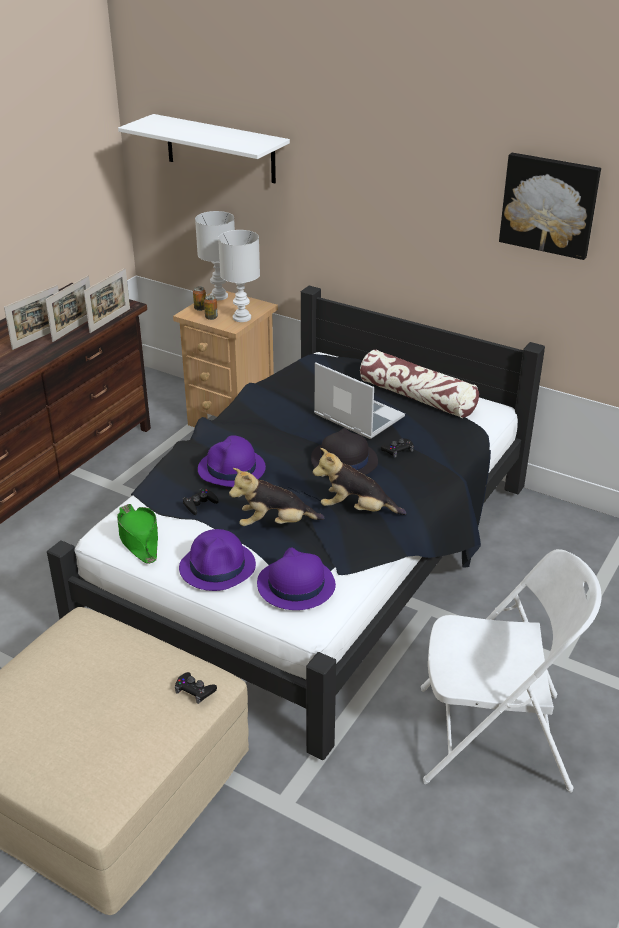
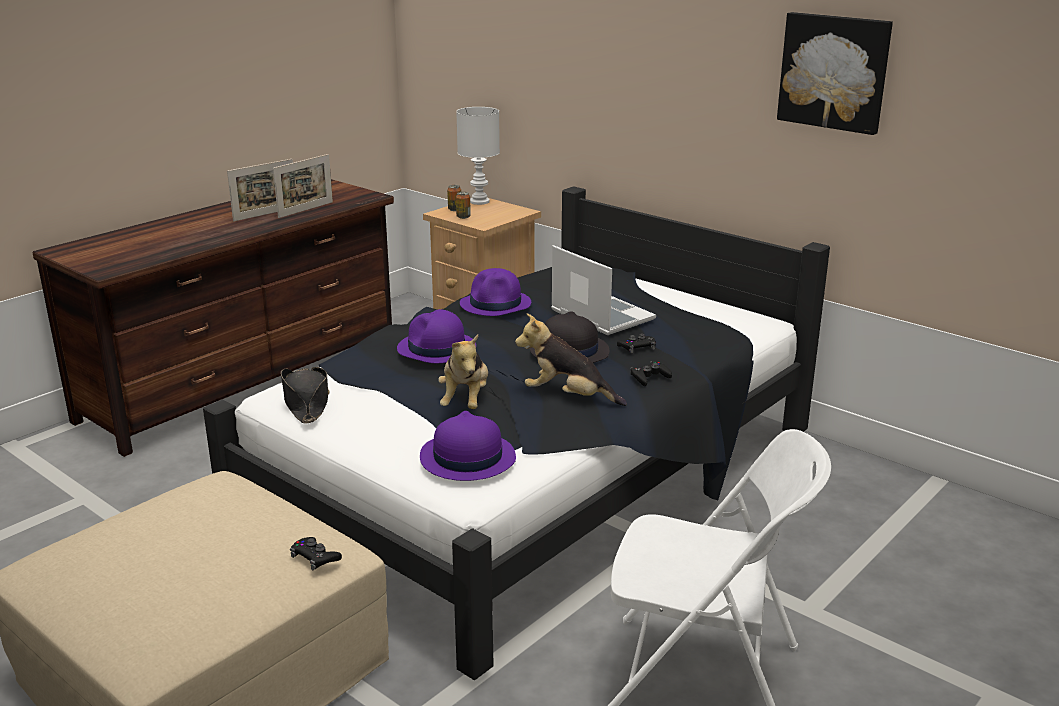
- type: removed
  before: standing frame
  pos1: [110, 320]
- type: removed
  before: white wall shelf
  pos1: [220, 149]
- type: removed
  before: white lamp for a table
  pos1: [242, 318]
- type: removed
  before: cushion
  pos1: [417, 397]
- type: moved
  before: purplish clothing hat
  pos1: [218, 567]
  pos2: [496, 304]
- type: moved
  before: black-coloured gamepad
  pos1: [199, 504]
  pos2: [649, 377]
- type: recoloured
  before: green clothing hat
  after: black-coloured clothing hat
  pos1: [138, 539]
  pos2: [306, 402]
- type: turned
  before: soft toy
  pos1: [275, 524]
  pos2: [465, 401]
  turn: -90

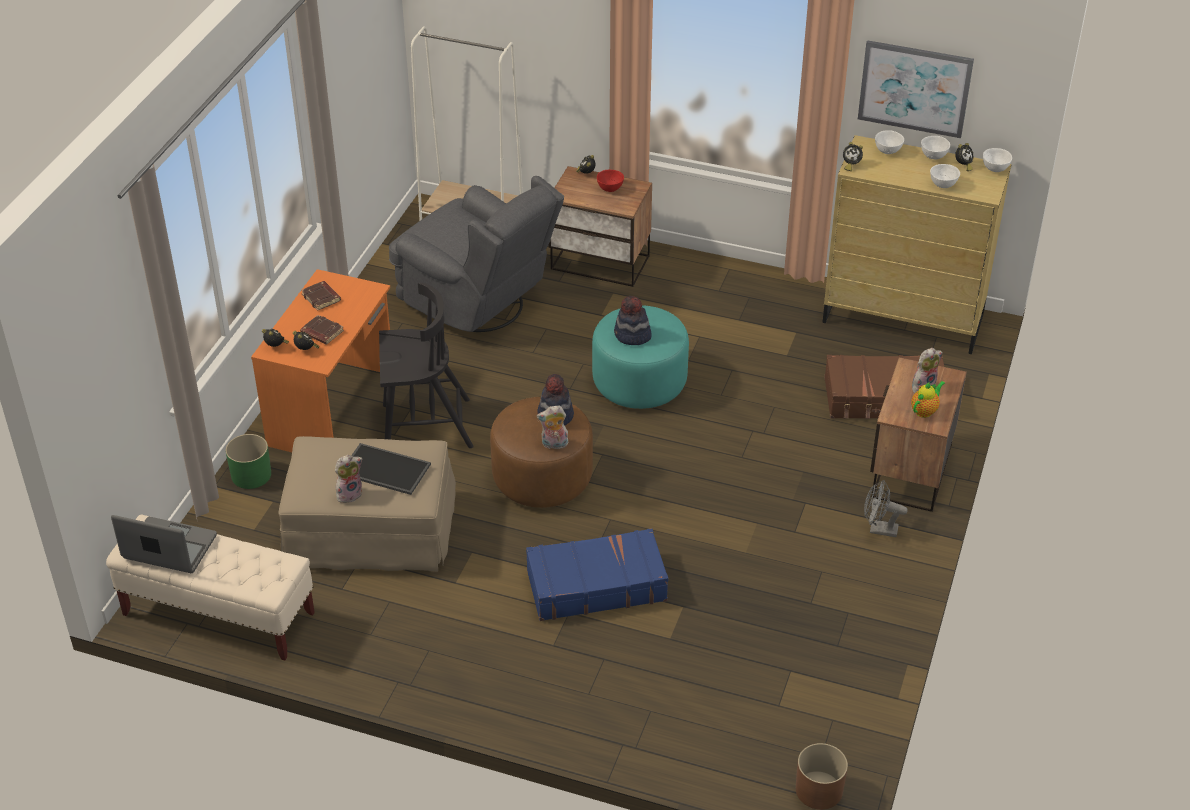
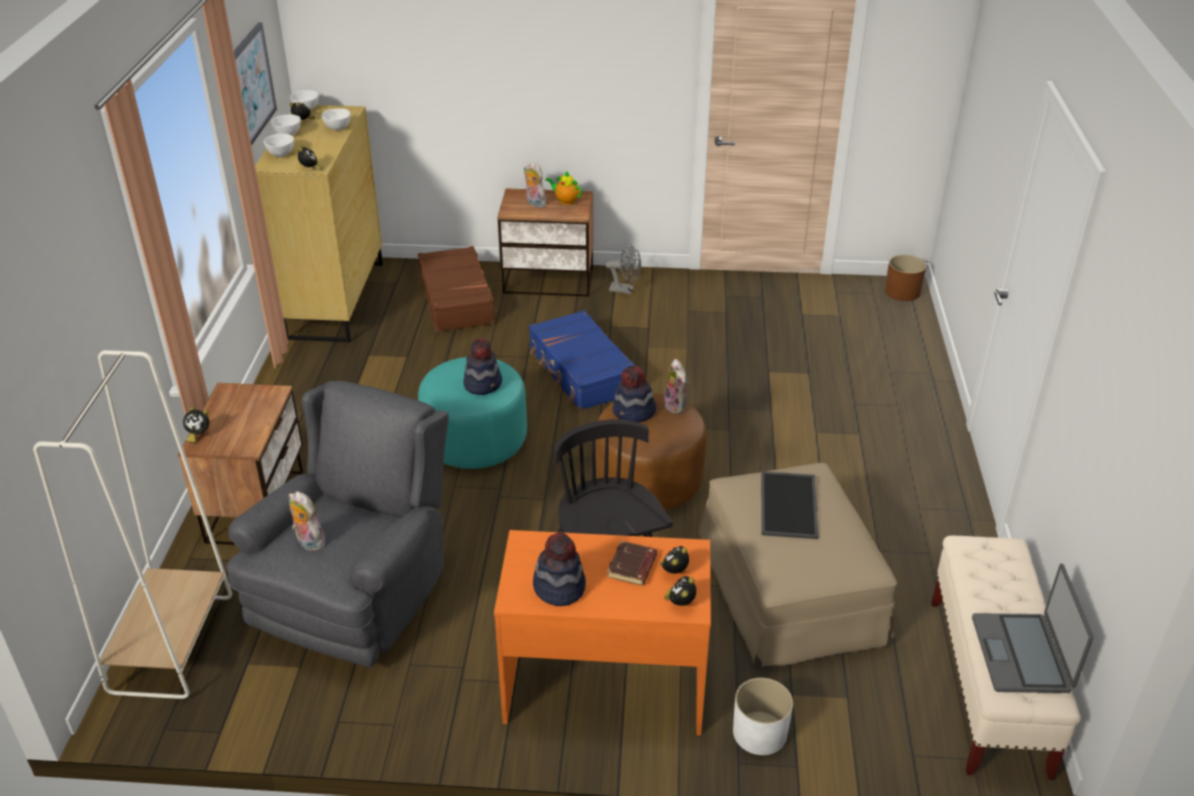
- type: removed
  before: red-coloured serving bowl
  pos1: [609, 189]
- type: moved
  before: soft toy
  pos1: [349, 493]
  pos2: [308, 542]
- type: moved
  before: blue travel case
  pos1: [596, 585]
  pos2: [581, 372]
- type: replaced
  before: brown-coloured volume
  after: clothing hat
  pos1: [322, 298]
  pos2: [559, 587]
- type: recoloured
  before: green flower pot
  after: white flower pot
  pos1: [251, 475]
  pos2: [759, 733]
- type: turned
  before: grey electric fan
  pos1: [878, 529]
  pos2: [625, 290]
  turn: -75

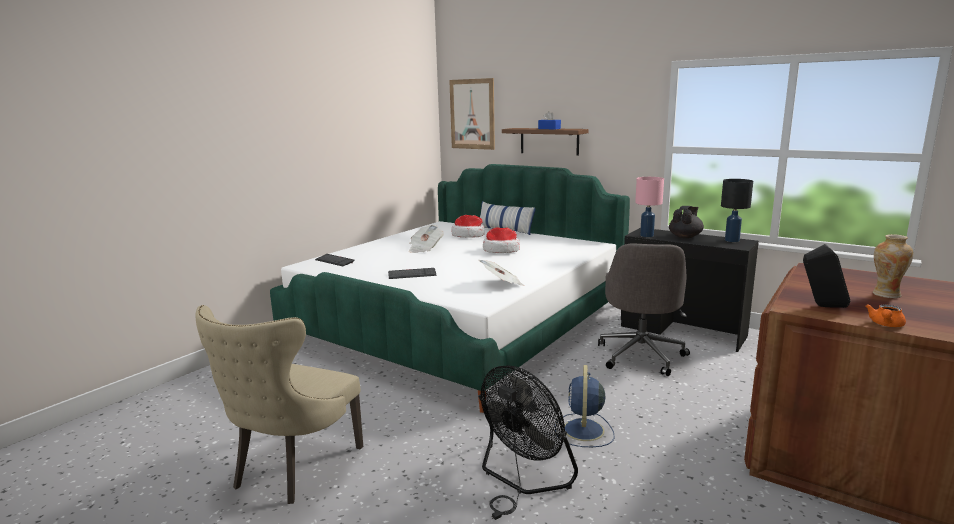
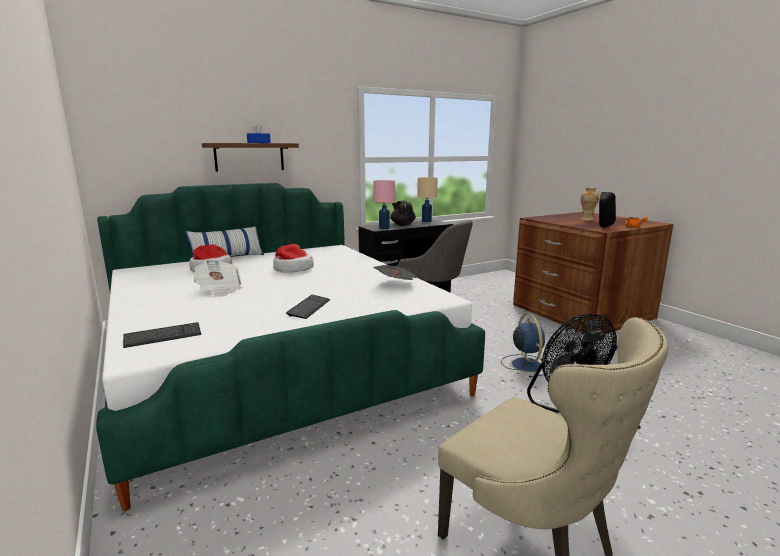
- type: removed
  before: wall picture
  pos1: [472, 114]
- type: recoloured
  before: black-coloured lamp for a table
  after: beige-coloured lamp for a table
  pos1: [731, 240]
  pos2: [426, 221]
- type: turned
  before: blue electric fan
  pos1: [583, 431]
  pos2: [526, 365]
  turn: -135

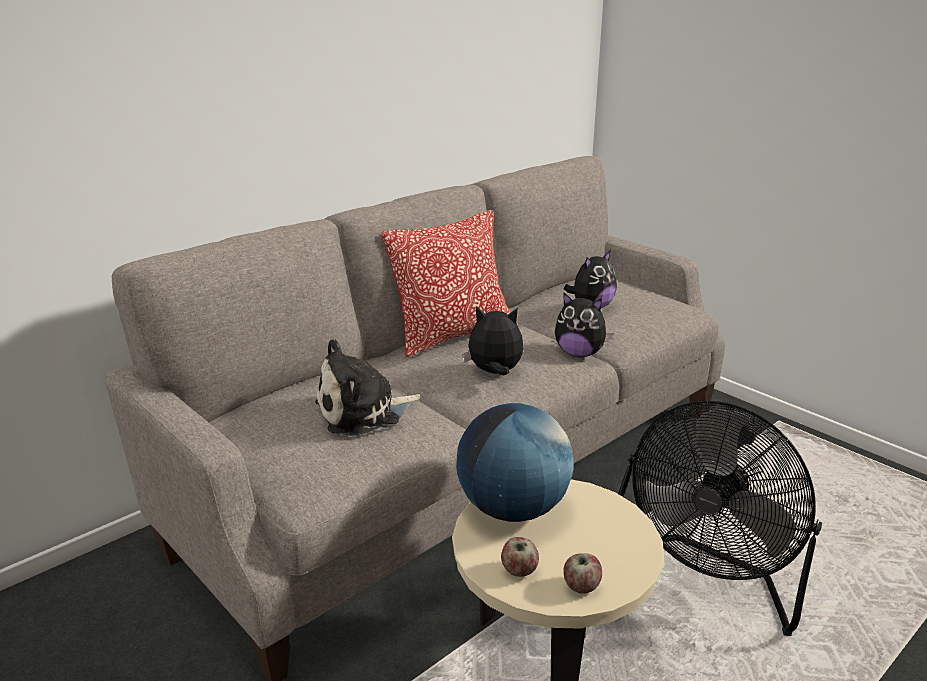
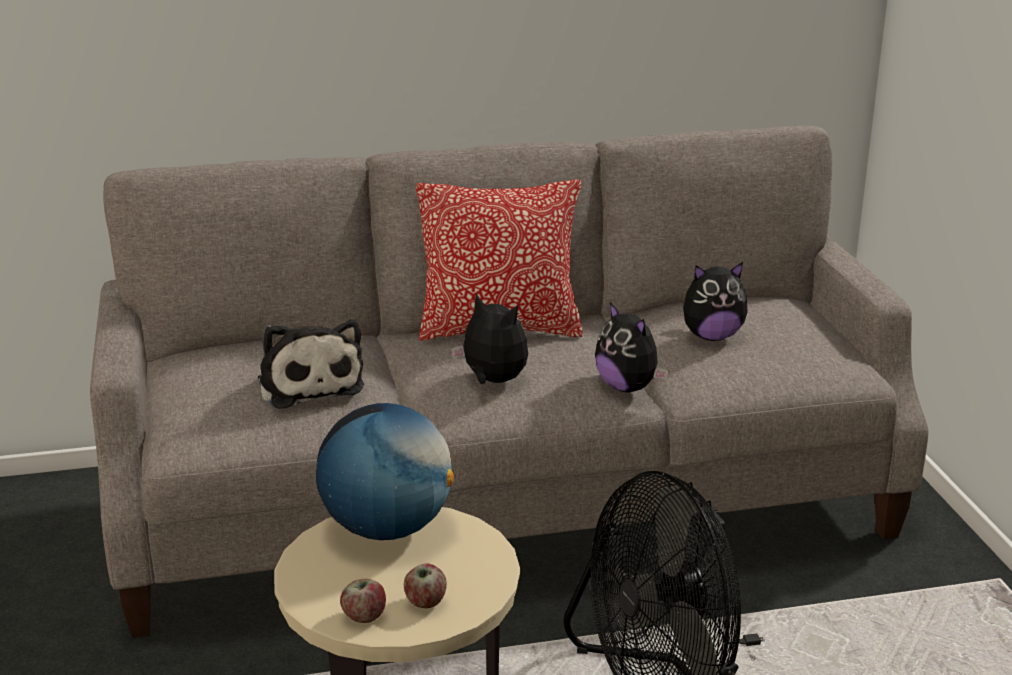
- type: moved
  before: apple fruit
  pos1: [519, 570]
  pos2: [425, 602]
- type: turned
  before: soft toy
  pos1: [363, 412]
  pos2: [309, 384]
  turn: -120

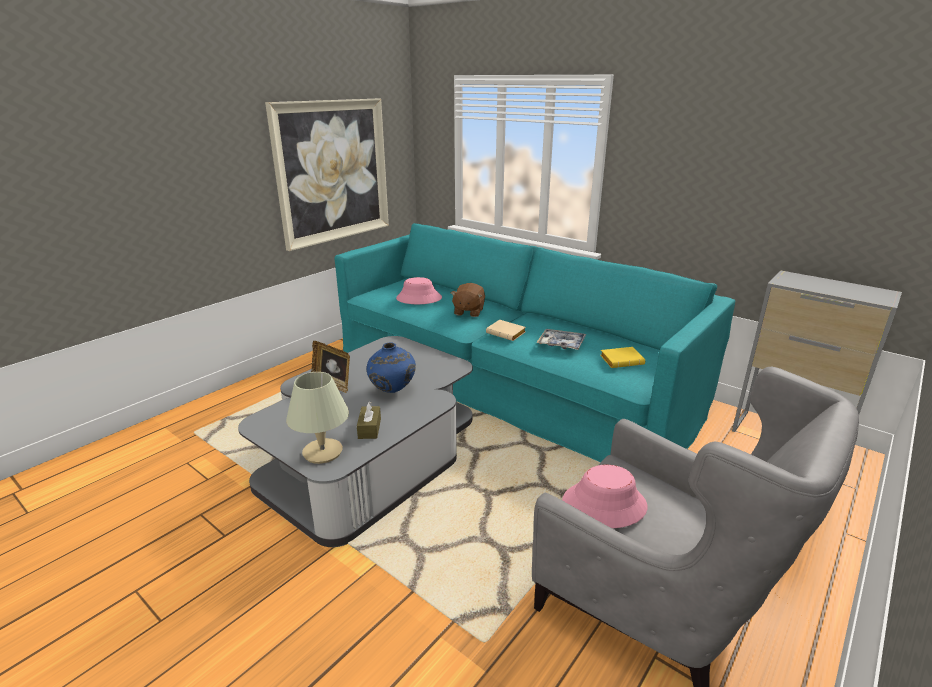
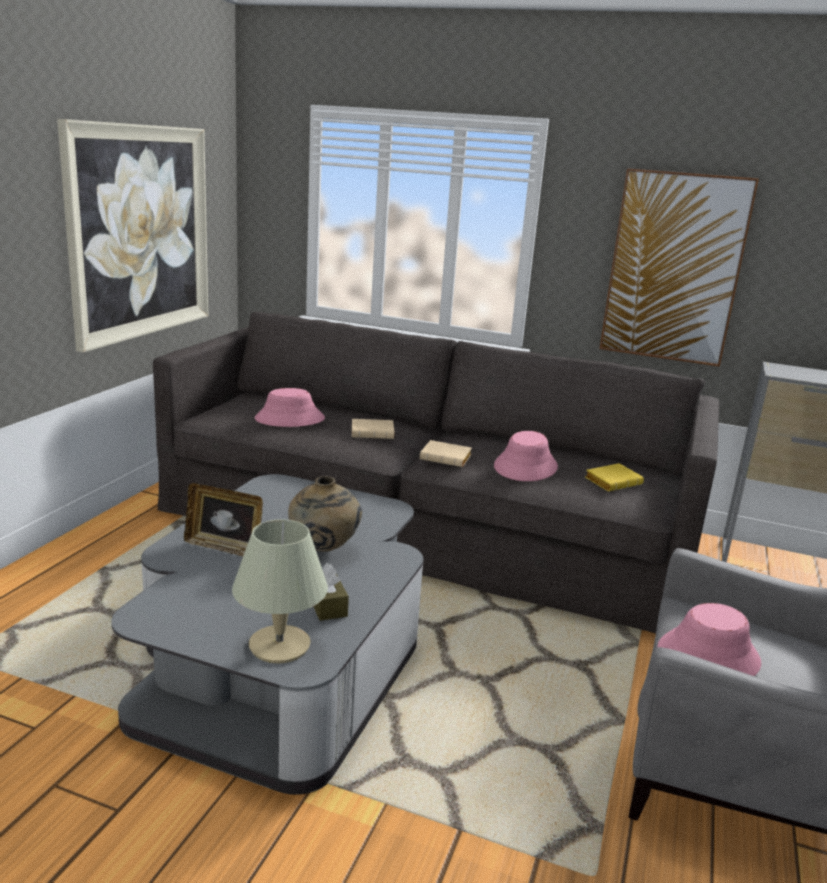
- type: added
  after: wall picture
  pos2: [674, 268]
- type: replaced
  before: brown-coloured soft toy
  after: beige-coloured volume
  pos1: [468, 311]
  pos2: [373, 433]
- type: replaced
  before: serving tray
  after: pink clothing hat
  pos1: [561, 344]
  pos2: [526, 467]
- type: recoloured
  before: blue-green sofa
  after: grey sofa
  pos1: [508, 380]
  pos2: [424, 528]
- type: recoloured
  before: blue flower vase
  after: beige-coloured flower vase
  pos1: [393, 391]
  pos2: [324, 550]

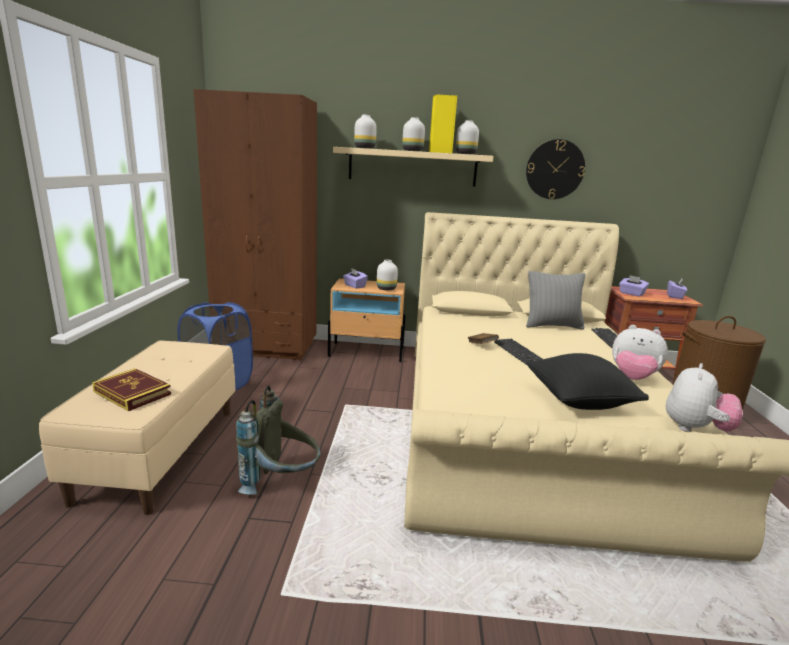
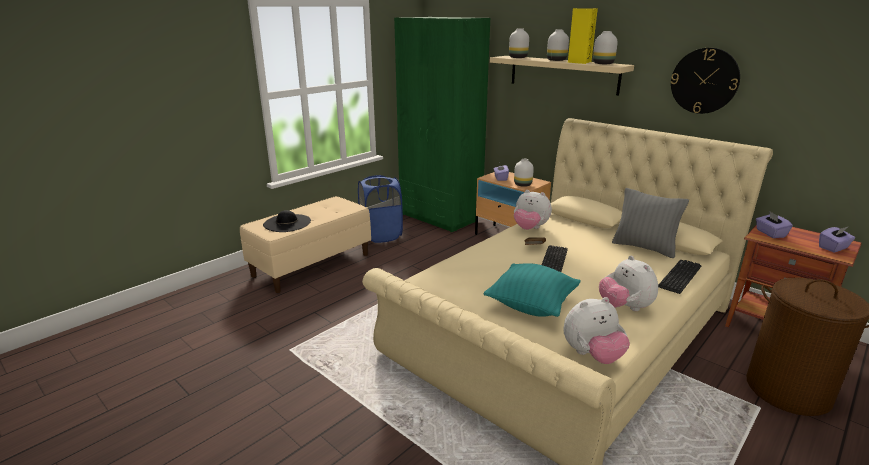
- type: removed
  before: grey knapsack
  pos1: [282, 483]
- type: added
  after: soft toy
  pos2: [530, 228]
- type: replaced
  before: volume
  after: black-coloured clothing hat
  pos1: [132, 393]
  pos2: [287, 223]
- type: recoloured
  before: brown-coloured armoire
  after: green armoire
  pos1: [268, 347]
  pos2: [440, 217]
- type: recoloured
  before: black-coloured cushion
  after: blue-green cushion
  pos1: [579, 401]
  pos2: [531, 306]

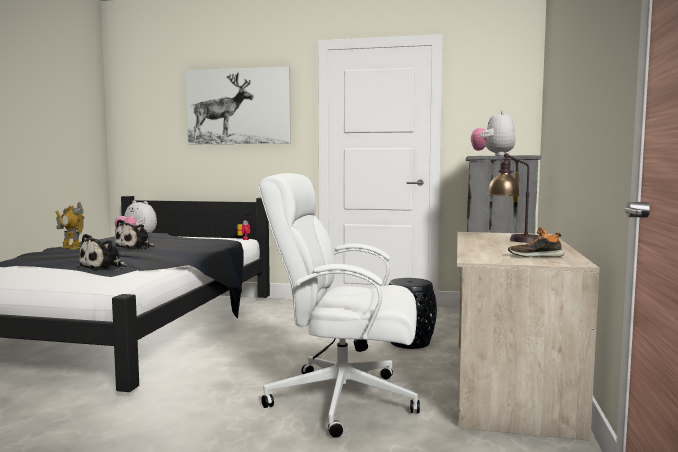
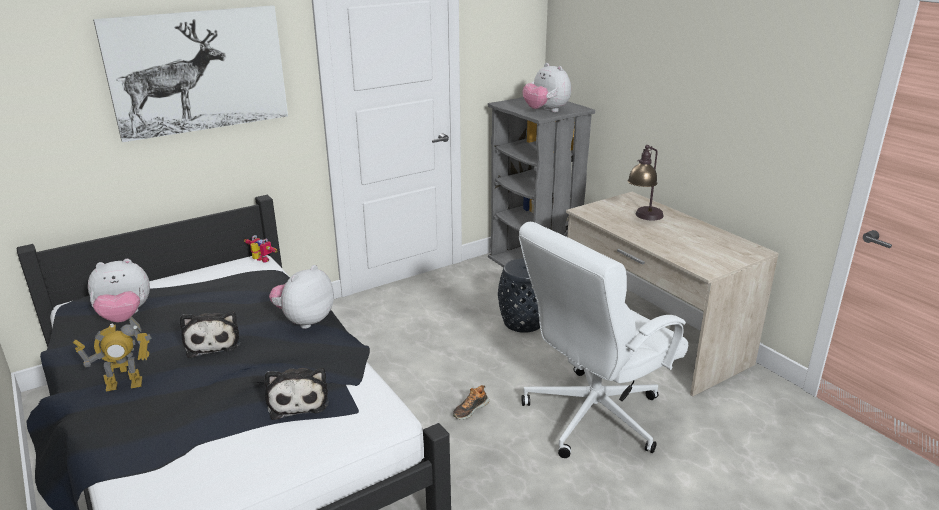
- type: added
  after: soft toy
  pos2: [305, 320]
- type: moved
  before: shoe
  pos1: [535, 256]
  pos2: [470, 409]

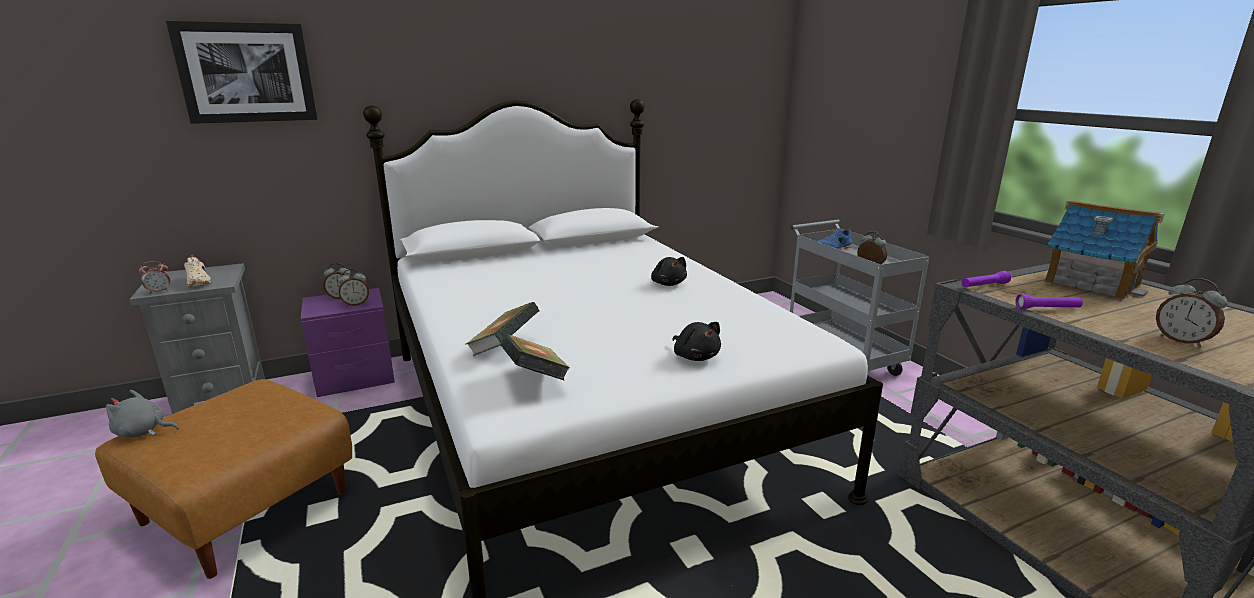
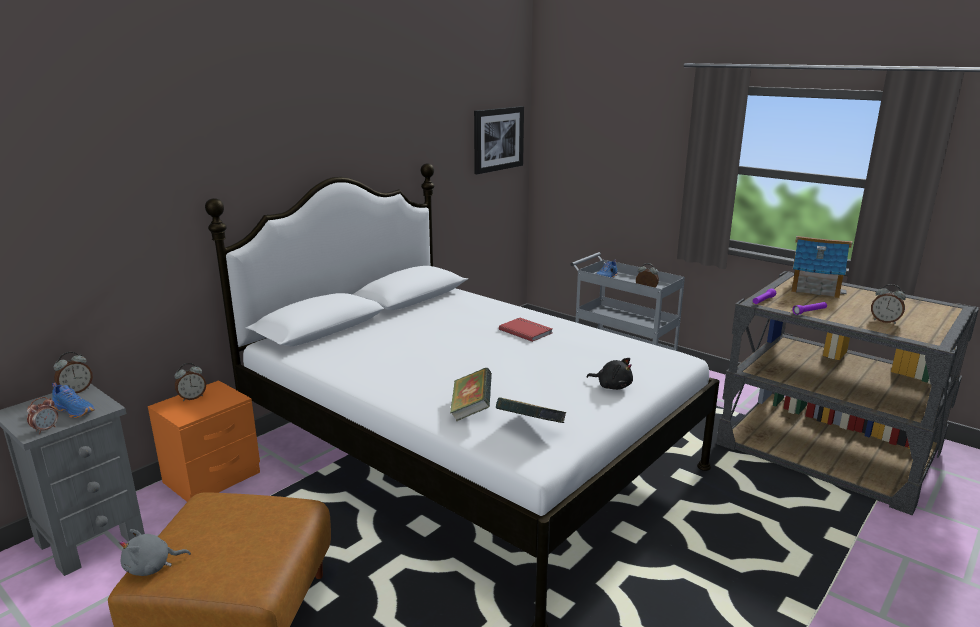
- type: moved
  before: wall picture
  pos1: [246, 73]
  pos2: [498, 139]
- type: moved
  before: table clock
  pos1: [356, 304]
  pos2: [76, 391]
- type: replaced
  before: black-coloured soft toy
  after: red-coloured volume
  pos1: [668, 284]
  pos2: [526, 331]
- type: recoloured
  before: beige-coloured shoe
  after: blue shoe
  pos1: [199, 282]
  pos2: [75, 411]
- type: recoloured
  before: purplish bedside table
  after: orange-coloured bedside table
  pos1: [355, 378]
  pos2: [212, 478]

